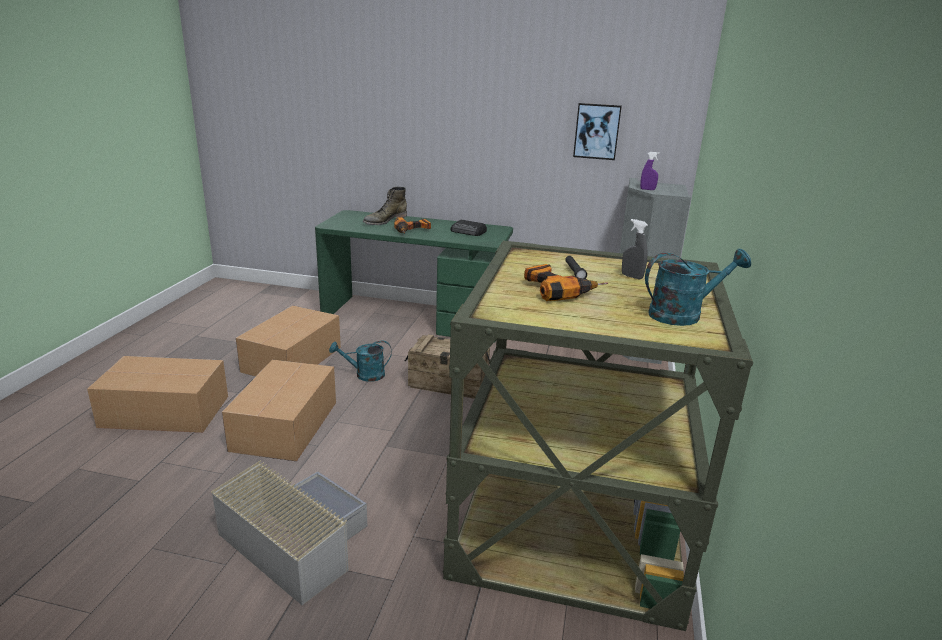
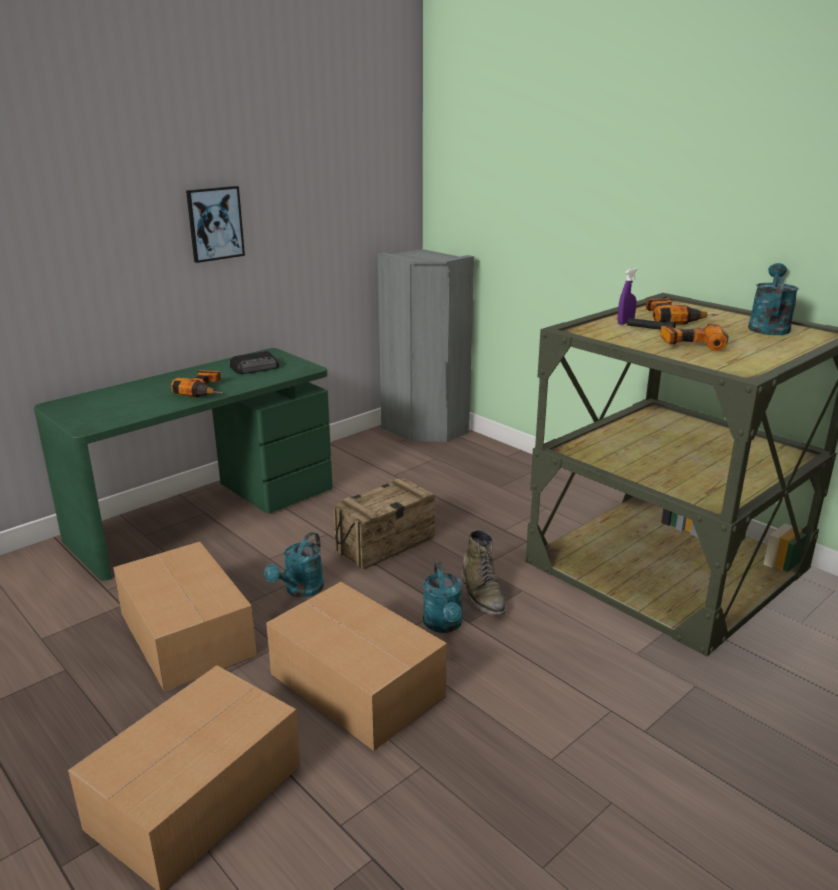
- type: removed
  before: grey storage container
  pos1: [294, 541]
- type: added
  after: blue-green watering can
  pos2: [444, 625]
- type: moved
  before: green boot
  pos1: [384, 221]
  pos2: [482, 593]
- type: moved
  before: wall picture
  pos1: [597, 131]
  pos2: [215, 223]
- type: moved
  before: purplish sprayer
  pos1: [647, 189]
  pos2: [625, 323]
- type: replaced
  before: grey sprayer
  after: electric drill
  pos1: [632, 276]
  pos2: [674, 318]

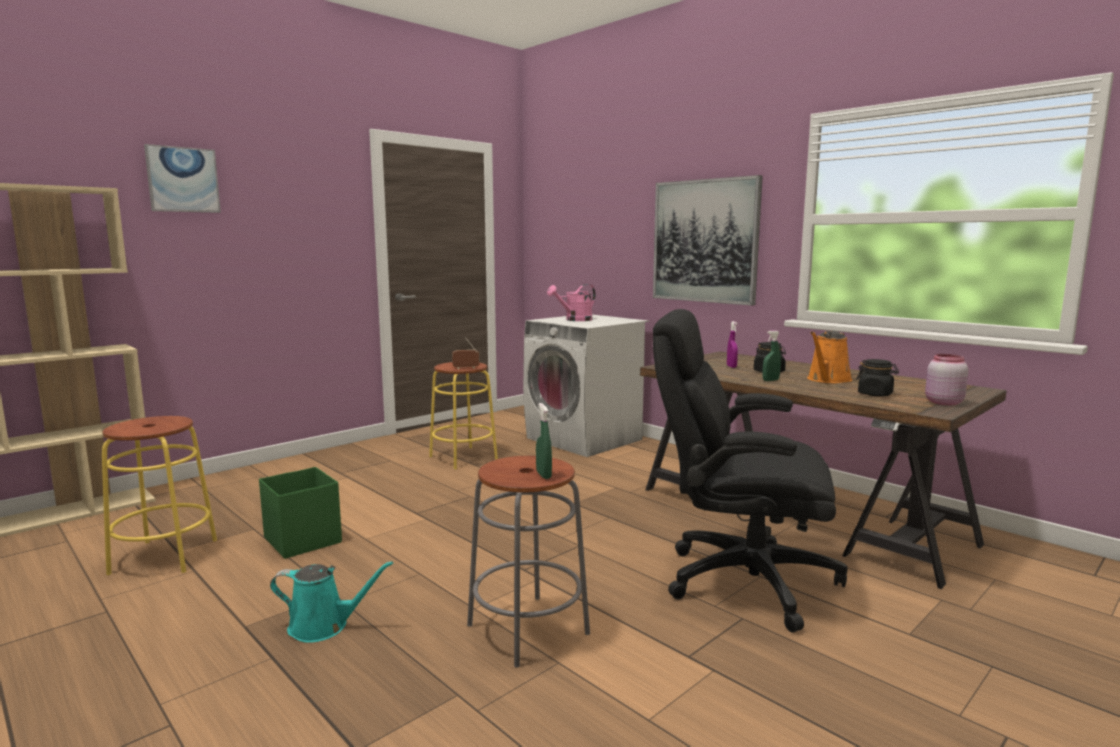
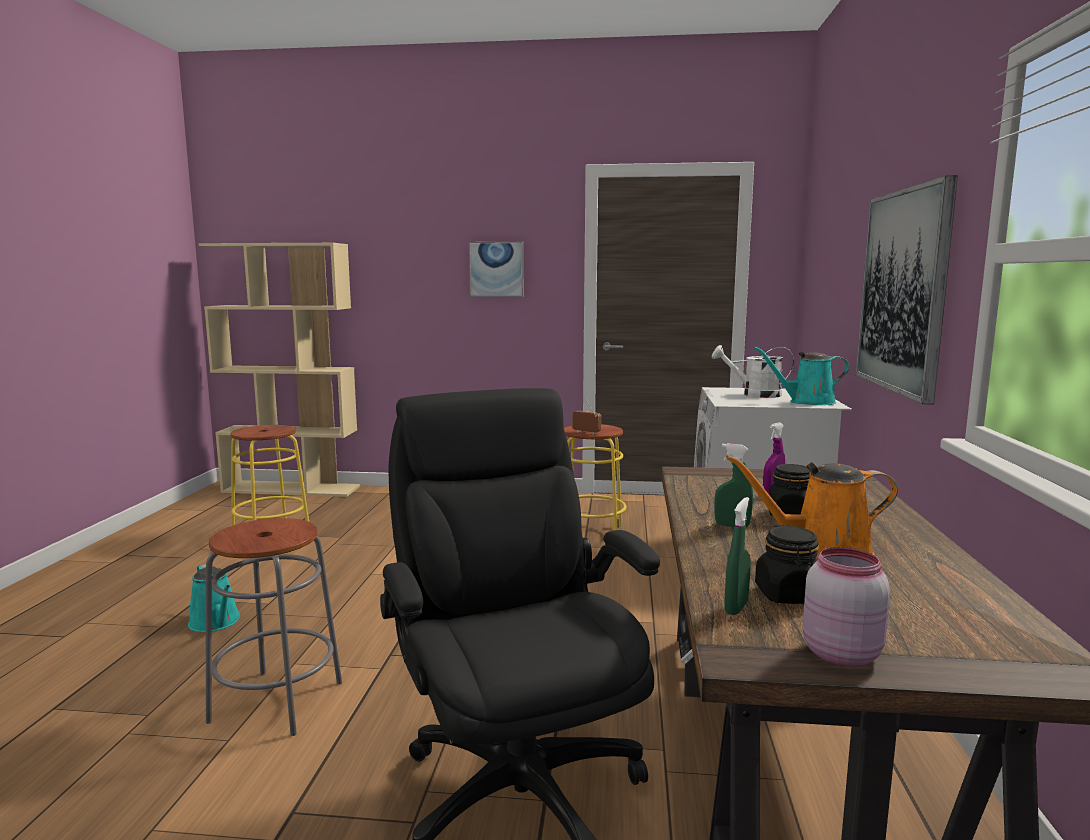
- type: removed
  before: green storage container
  pos1: [303, 540]
- type: added
  after: blue-green watering can
  pos2: [807, 402]
- type: moved
  before: wall picture
  pos1: [183, 179]
  pos2: [496, 269]
- type: moved
  before: green sprayer
  pos1: [543, 475]
  pos2: [736, 607]
- type: recoloured
  before: pink watering can
  after: white watering can
  pos1: [574, 320]
  pos2: [754, 394]

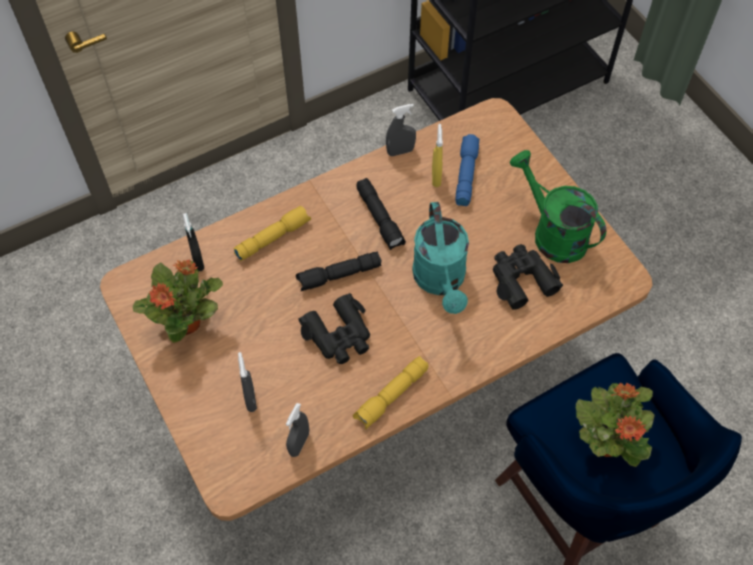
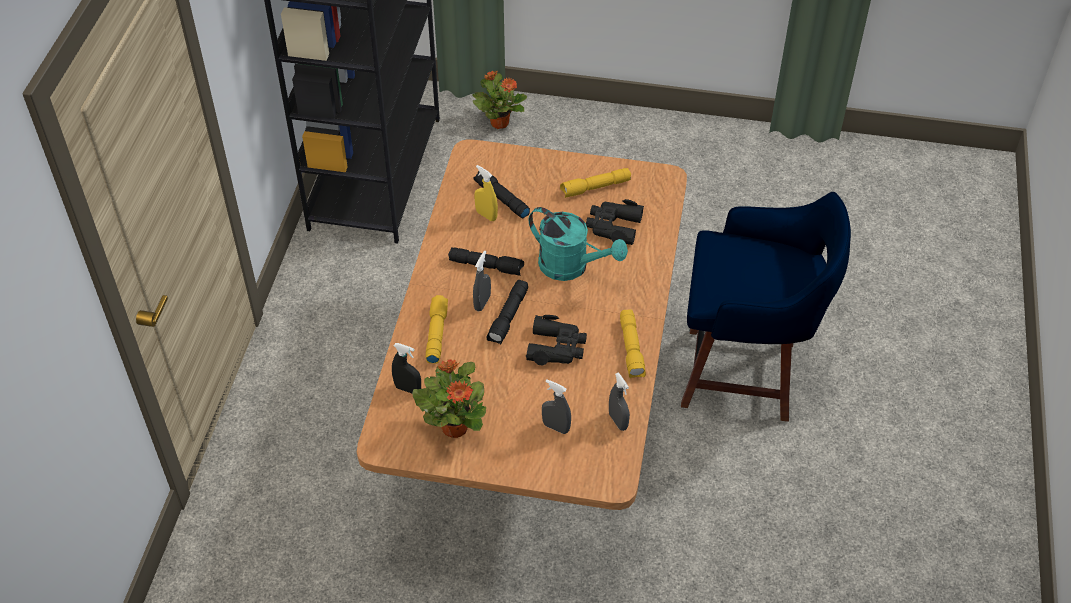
- type: moved
  before: grey sprayer
  pos1: [400, 151]
  pos2: [482, 303]
- type: moved
  before: plant in a pot
  pos1: [606, 442]
  pos2: [499, 122]
- type: replaced
  before: green watering can
  after: yellow-coloured hand torch
  pos1: [552, 233]
  pos2: [595, 188]
- type: recoloured
  before: blue hand torch
  after: black-coloured hand torch
  pos1: [465, 174]
  pos2: [501, 199]

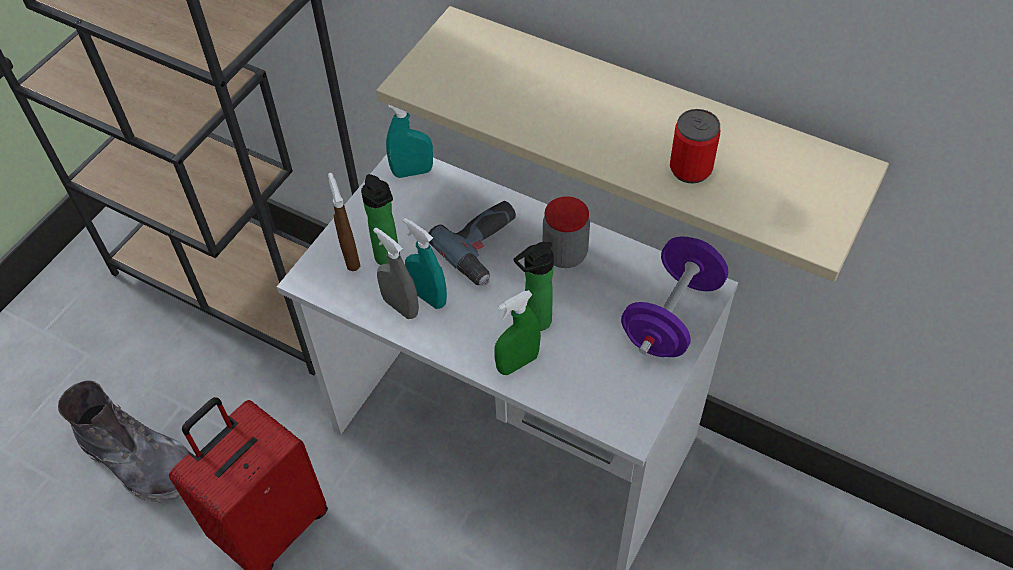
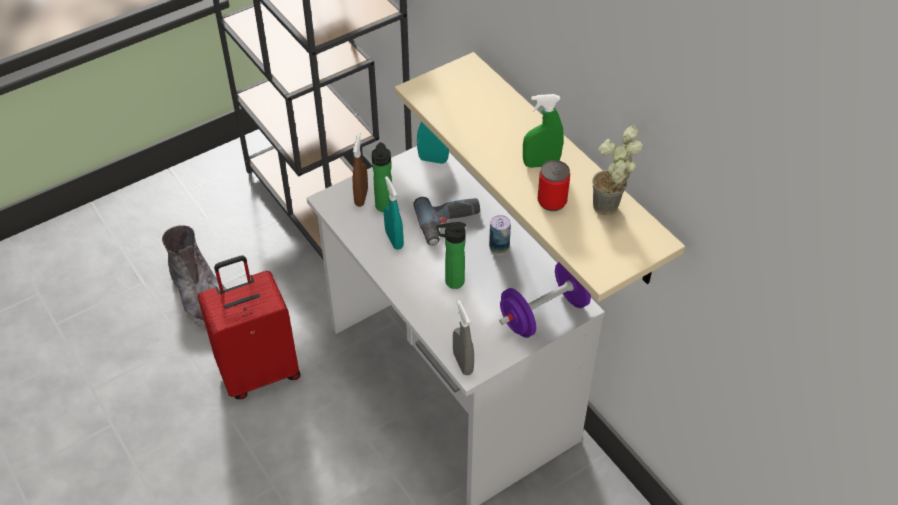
- type: added
  after: plant in a pot
  pos2: [610, 212]
- type: moved
  before: grey sprayer
  pos1: [400, 307]
  pos2: [463, 363]
- type: moved
  before: green sprayer
  pos1: [517, 363]
  pos2: [541, 164]
- type: replaced
  before: preserve jar
  after: metal can
  pos1: [565, 254]
  pos2: [499, 248]

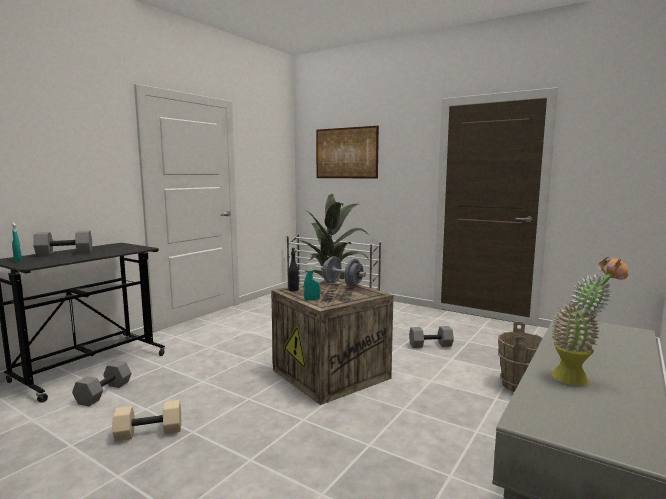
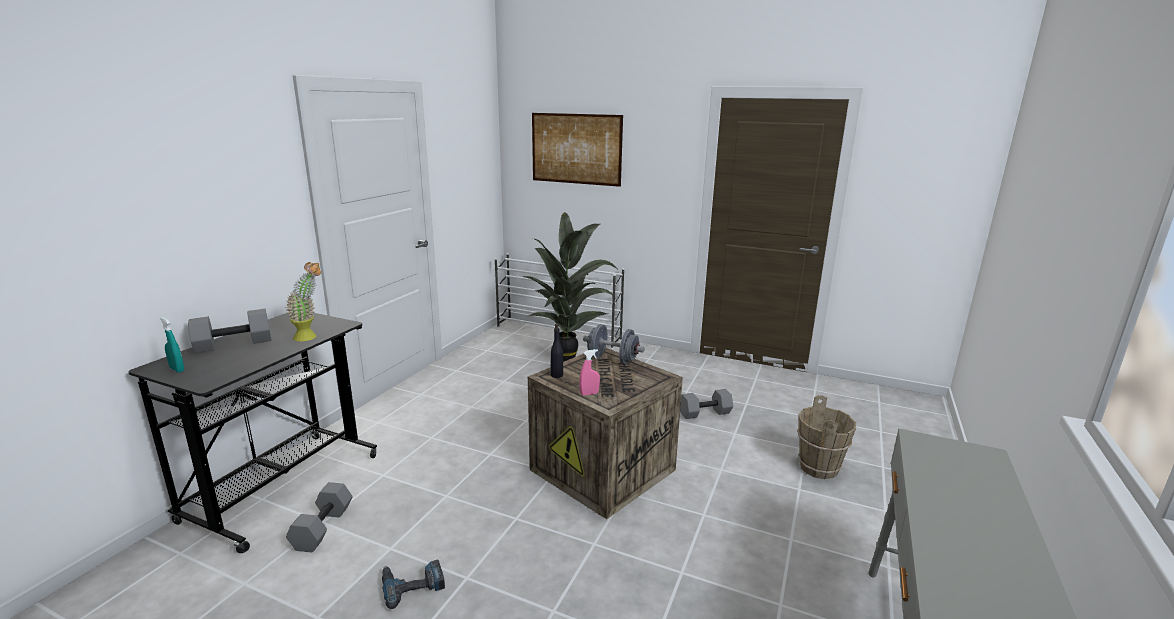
- type: moved
  before: plant in a pot
  pos1: [579, 378]
  pos2: [311, 337]
- type: replaced
  before: beige-coloured dumbbell
  after: electric drill
  pos1: [150, 431]
  pos2: [412, 584]
- type: recoloured
  before: blue-green sprayer
  after: pink sprayer
  pos1: [312, 299]
  pos2: [589, 394]

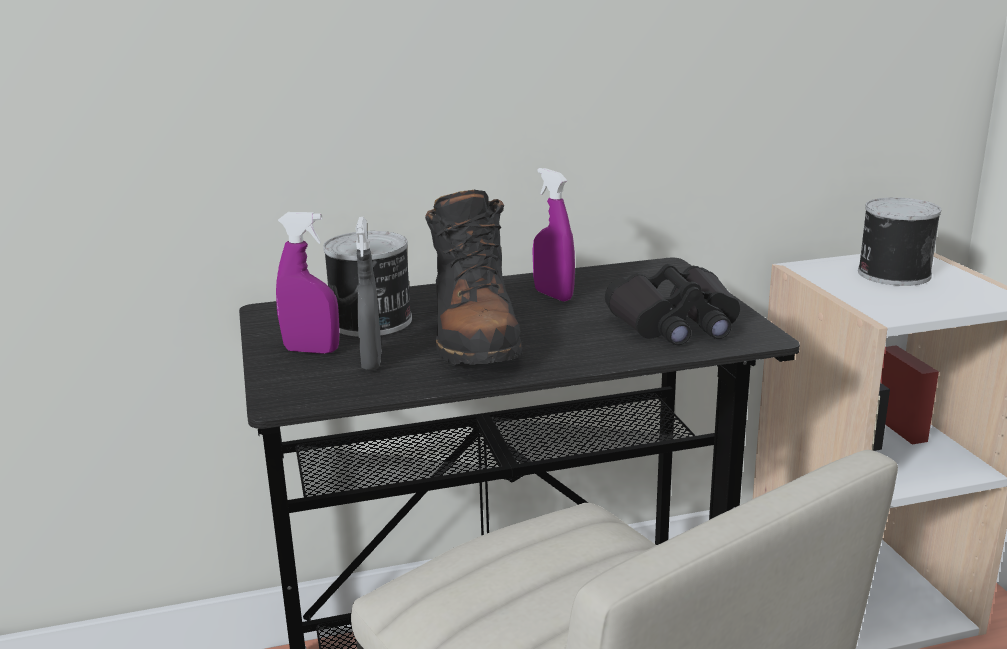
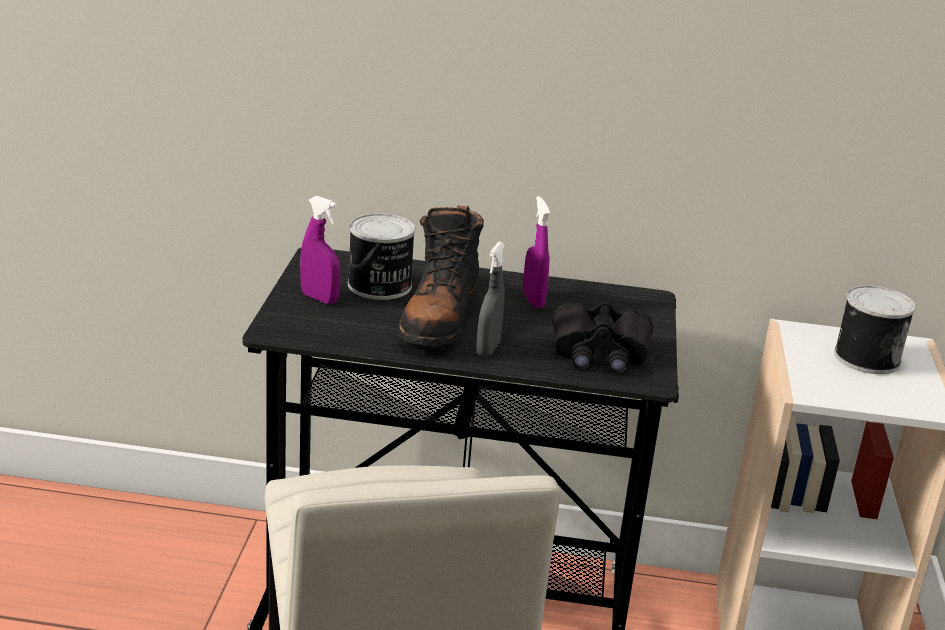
- type: moved
  before: grey sprayer
  pos1: [371, 361]
  pos2: [488, 349]

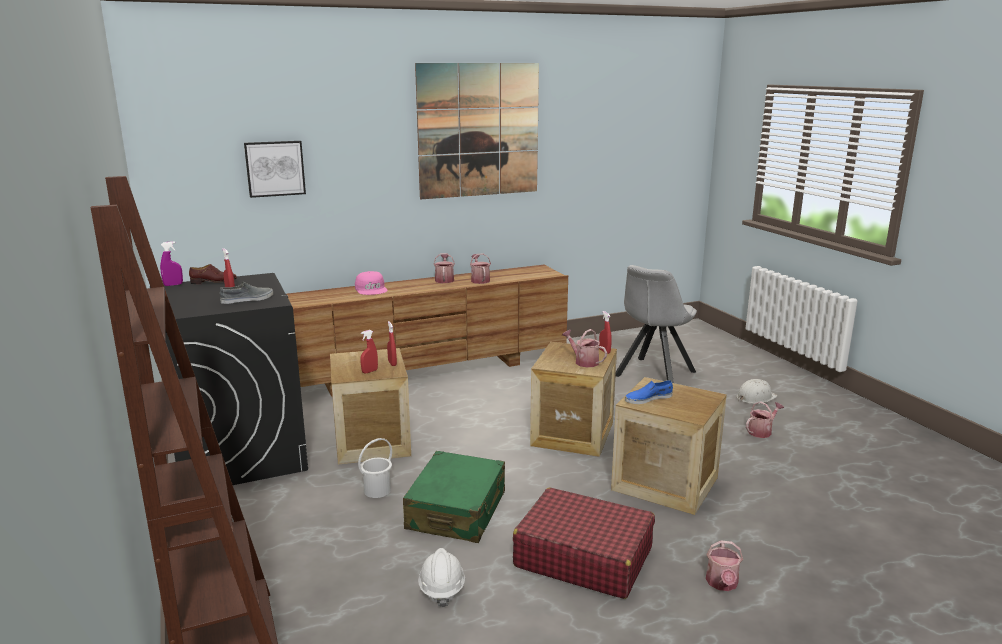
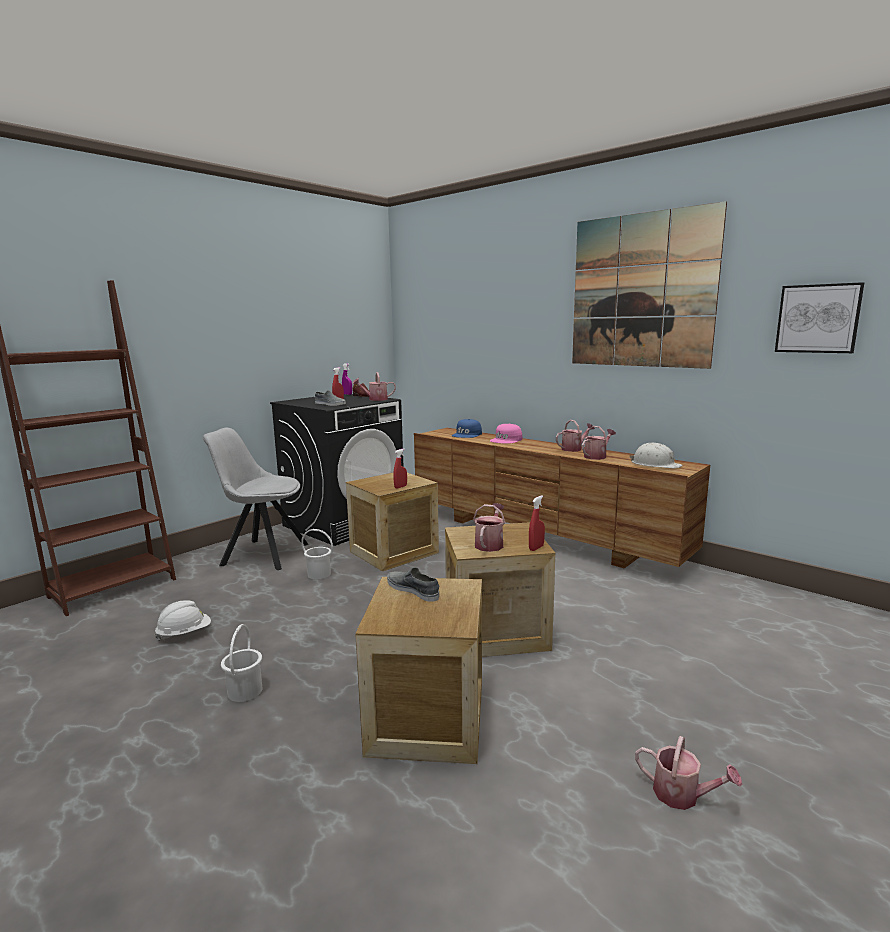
- type: removed
  before: red-coloured sprayer
  pos1: [369, 371]
- type: removed
  before: green travel case
  pos1: [457, 511]
- type: added
  after: blue peaked cap
  pos2: [467, 434]
- type: moved
  before: wall picture
  pos1: [275, 168]
  pos2: [817, 318]
- type: moved
  before: grey upright chair
  pos1: [654, 374]
  pos2: [263, 554]
- type: moved
  before: watering can
  pos1: [722, 584]
  pos2: [375, 399]
- type: moved
  before: white hard hat
  pos1: [755, 397]
  pos2: [655, 464]
- type: replaced
  before: red-coloured travel case
  after: white pail
  pos1: [583, 557]
  pos2: [244, 691]
- type: recoloured
  before: blue shoe
  after: grey shoe
  pos1: [648, 398]
  pos2: [413, 590]

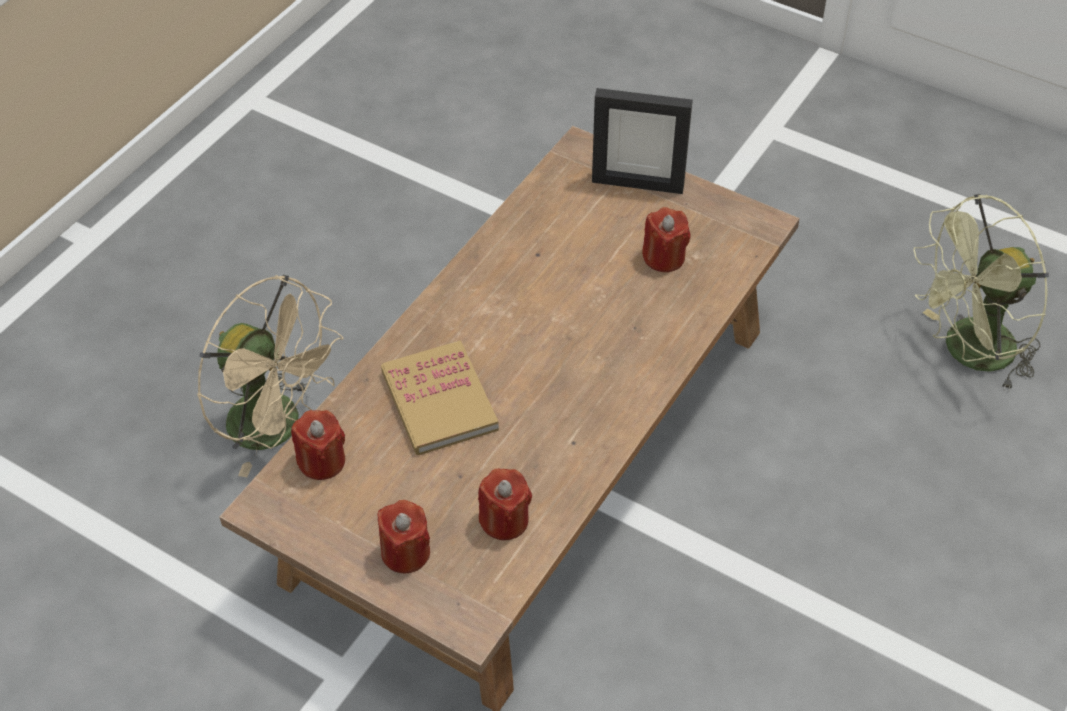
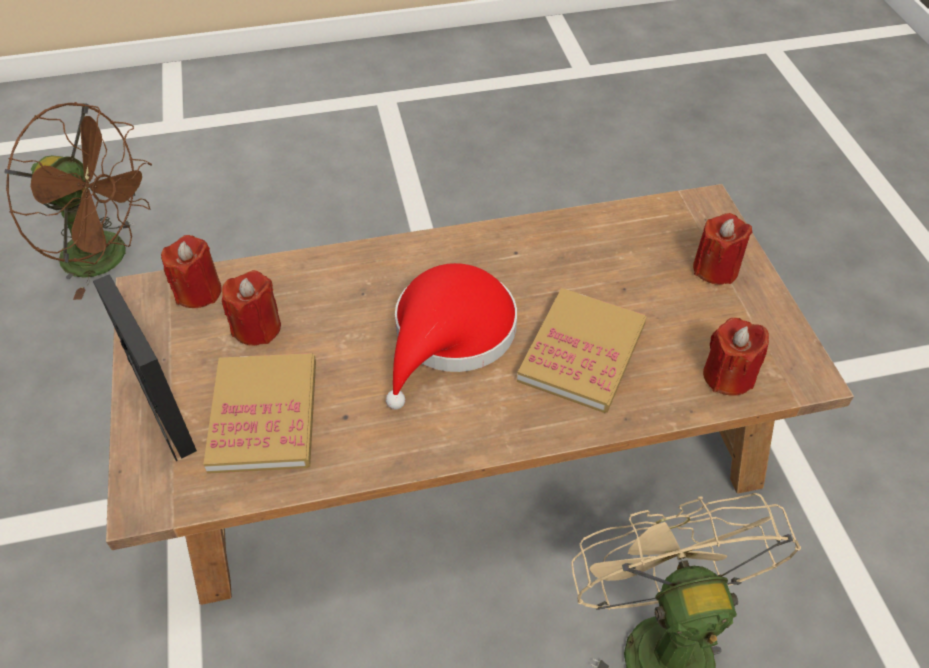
- type: added
  after: volume
  pos2: [264, 415]
- type: added
  after: red-coloured clothing hat
  pos2: [450, 336]
- type: moved
  before: red-coloured wax candle
  pos1: [504, 520]
  pos2: [198, 292]
- type: recoloured
  before: green electric fan
  after: brown-coloured electric fan
  pos1: [967, 353]
  pos2: [108, 258]

